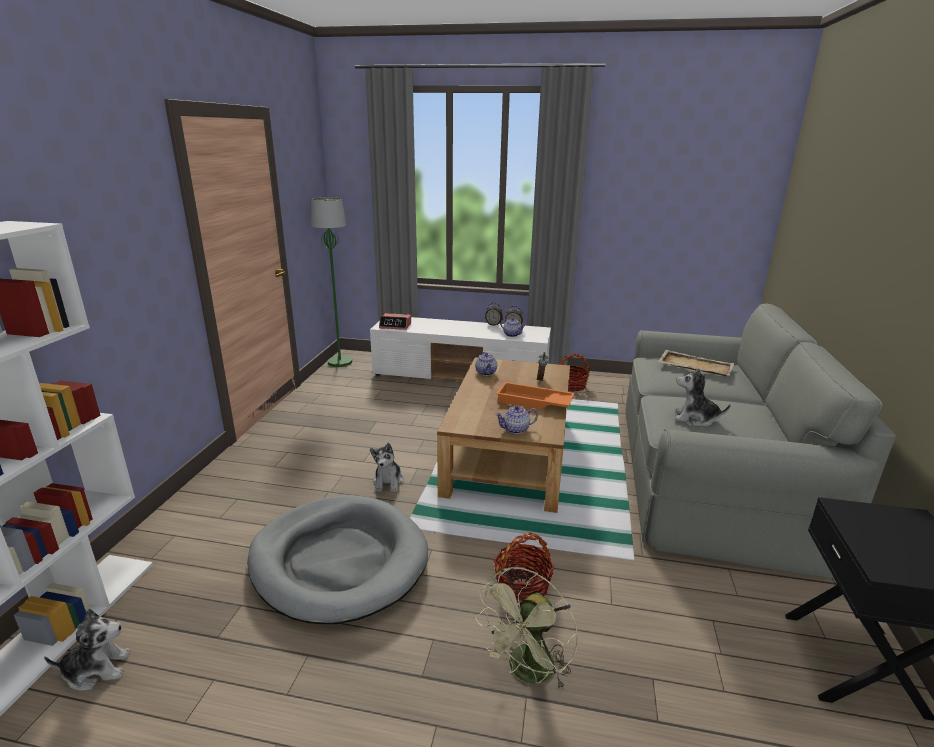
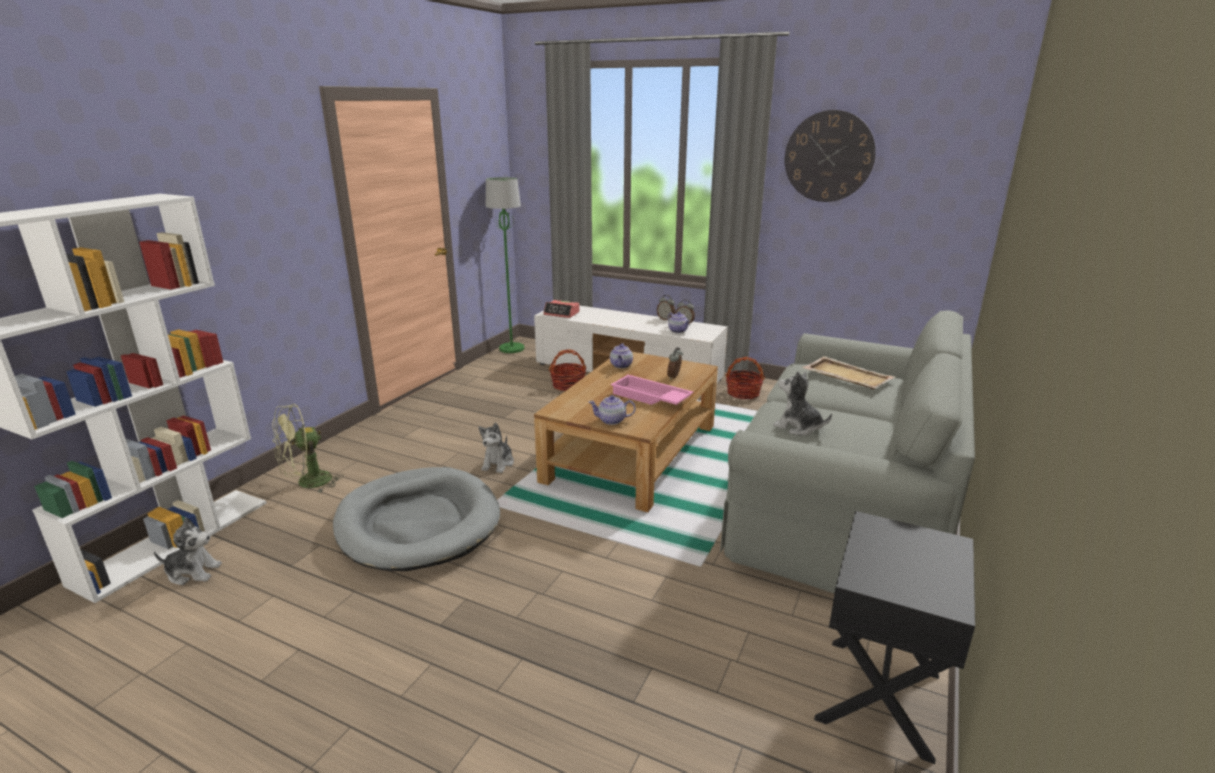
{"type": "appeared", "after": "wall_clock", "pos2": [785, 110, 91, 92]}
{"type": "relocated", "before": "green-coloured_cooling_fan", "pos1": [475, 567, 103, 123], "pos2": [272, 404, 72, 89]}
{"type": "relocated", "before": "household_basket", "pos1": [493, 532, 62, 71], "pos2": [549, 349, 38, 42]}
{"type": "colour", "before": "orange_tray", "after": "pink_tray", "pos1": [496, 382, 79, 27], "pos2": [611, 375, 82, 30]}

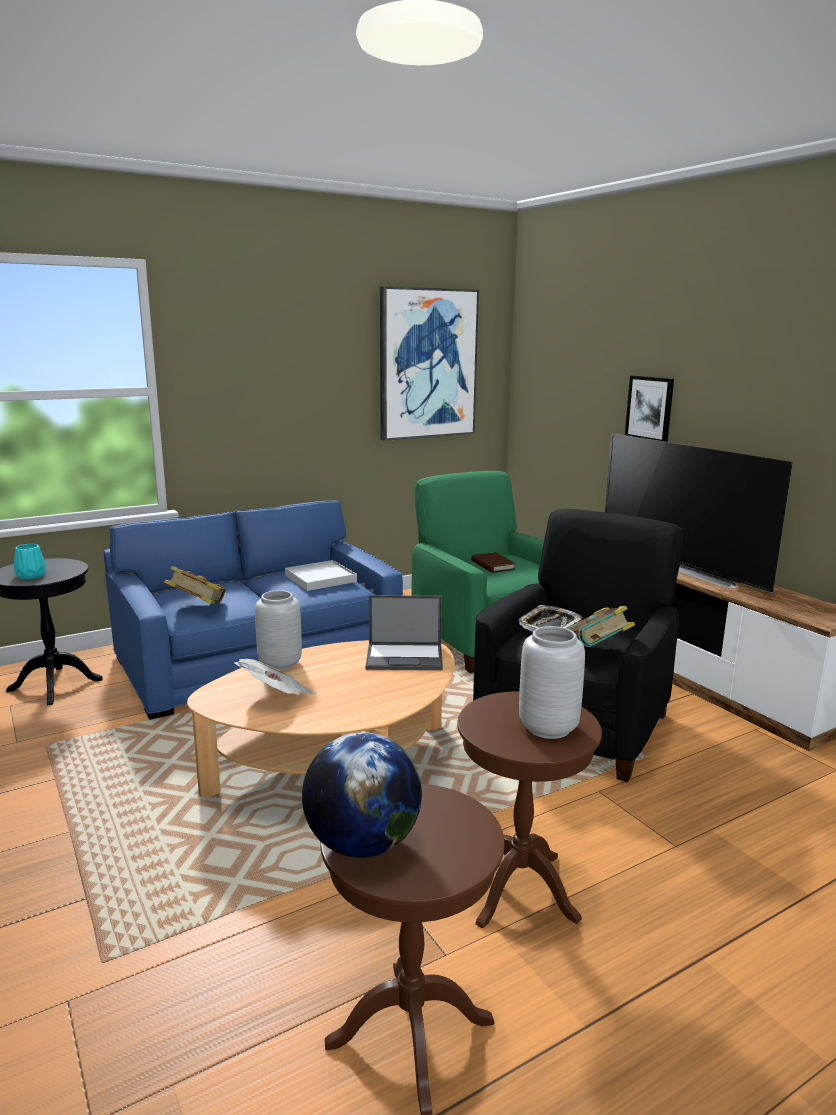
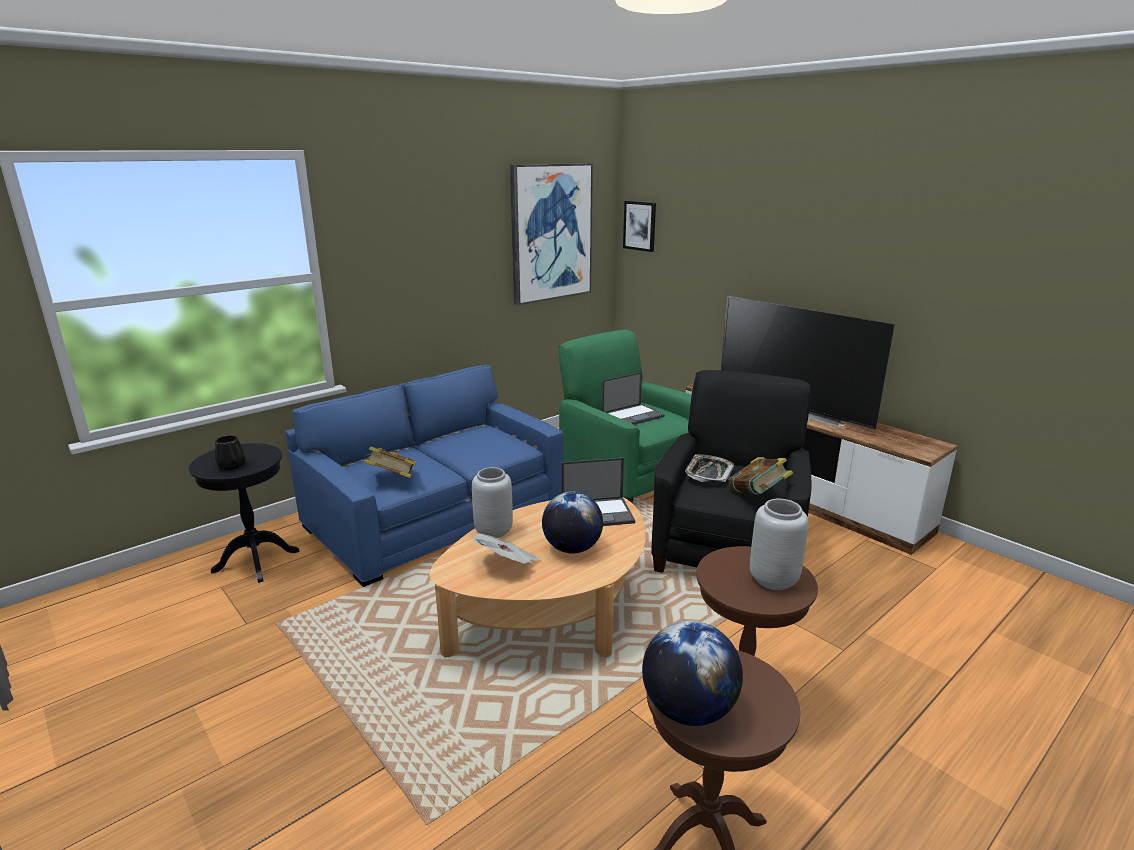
{"type": "missing", "before": "white_tray", "pos1": [285, 560, 72, 31]}
{"type": "appeared", "after": "globe", "pos2": [542, 492, 61, 62]}
{"type": "relocated", "before": "wall_picture", "pos1": [625, 375, 49, 67], "pos2": [623, 201, 33, 51]}
{"type": "exchanged", "before": "brown_volume", "after": "portable_computer", "pos1": [471, 552, 45, 21], "pos2": [602, 372, 63, 53]}
{"type": "colour", "before": "turquoise_decorative_vase", "after": "blackish_decorative_vase", "pos1": [14, 544, 32, 35], "pos2": [215, 436, 31, 34]}

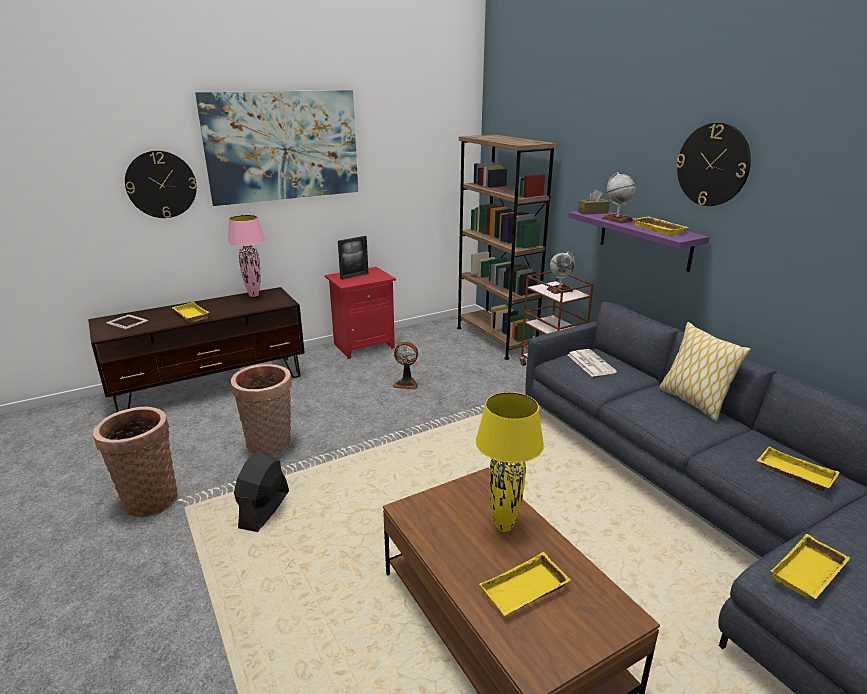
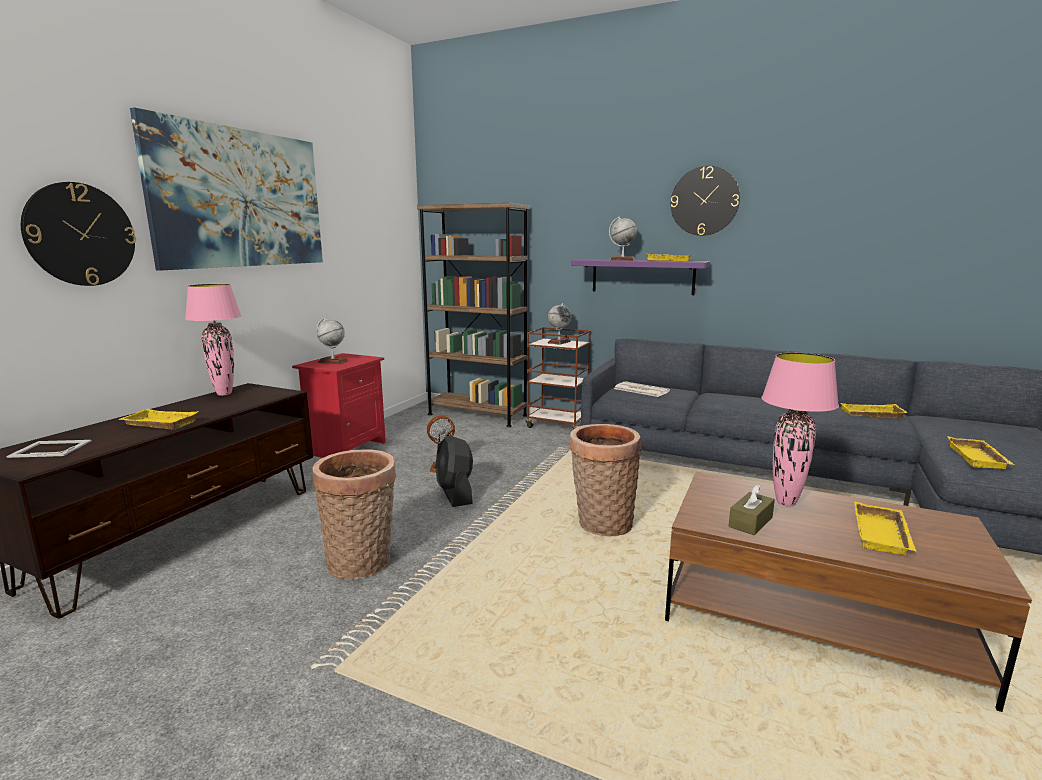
{"type": "missing", "before": "pillow", "pos1": [659, 322, 92, 99]}
{"type": "relocated", "before": "household_basket", "pos1": [93, 407, 85, 110], "pos2": [569, 424, 73, 113]}
{"type": "relocated", "before": "blackish_cooling_fan", "pos1": [234, 452, 55, 80], "pos2": [436, 435, 37, 72]}
{"type": "relocated", "before": "brown_box_of_tissues", "pos1": [578, 189, 32, 26], "pos2": [729, 484, 46, 51]}
{"type": "exchanged", "before": "standing_frame", "after": "globe", "pos1": [338, 236, 30, 44], "pos2": [317, 318, 31, 46]}
{"type": "colour", "before": "yellow_tabletop_lamp", "after": "pink_tabletop_lamp", "pos1": [475, 392, 69, 140], "pos2": [761, 353, 78, 153]}

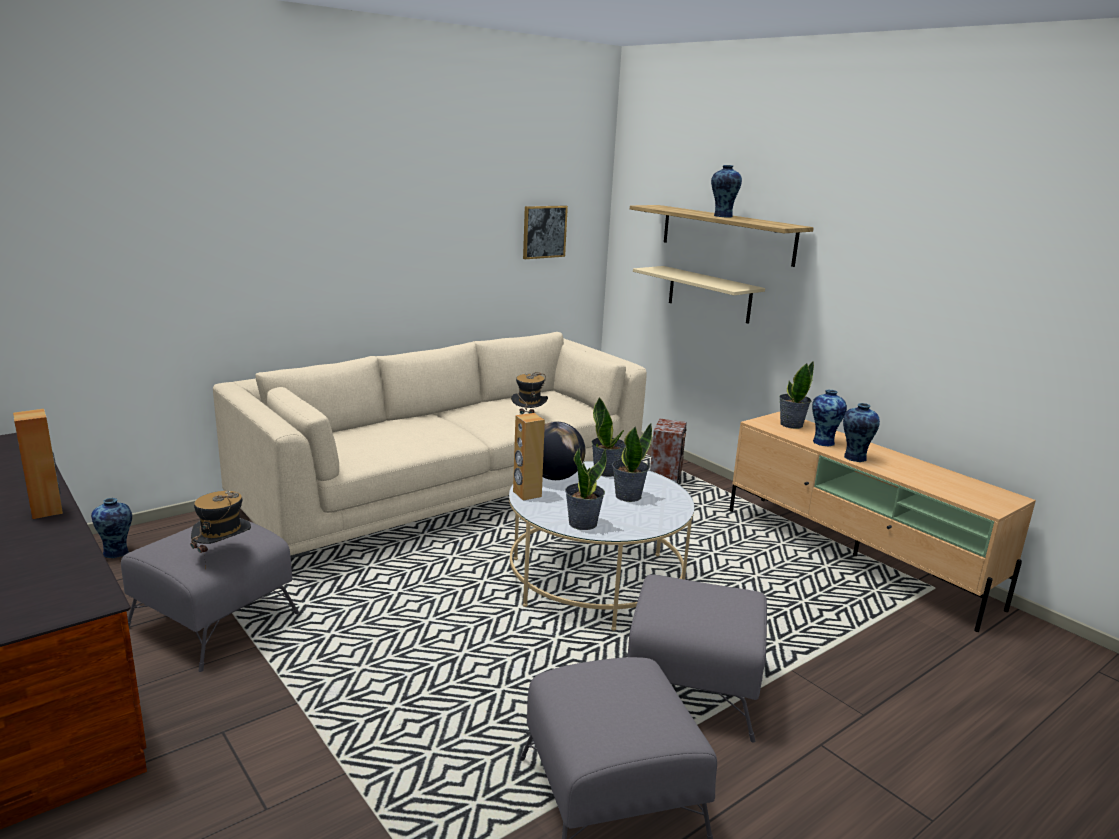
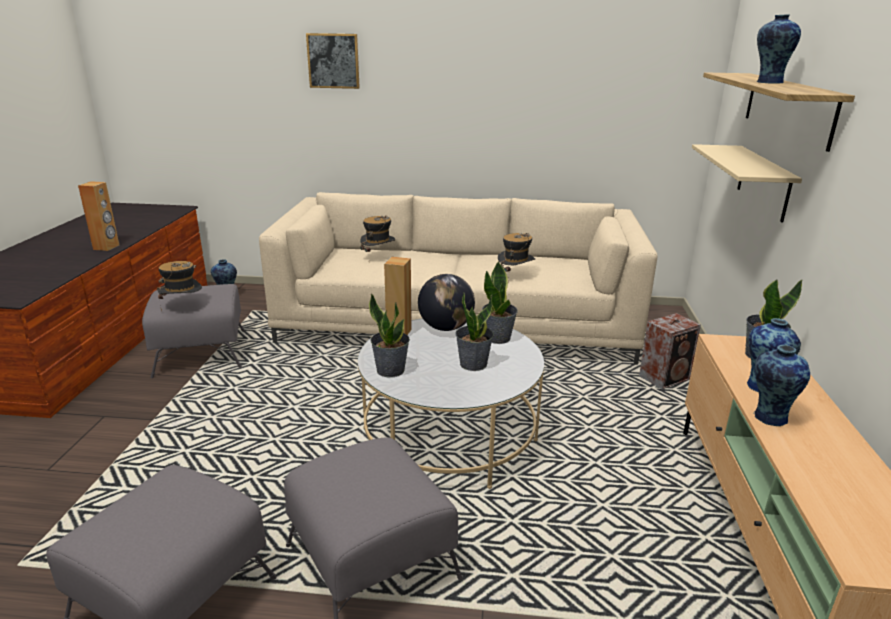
{"type": "appeared", "after": "wearable_hat", "pos2": [360, 215, 35, 37]}
{"type": "relocated", "before": "wall_picture", "pos1": [523, 206, 45, 53], "pos2": [306, 33, 54, 56]}

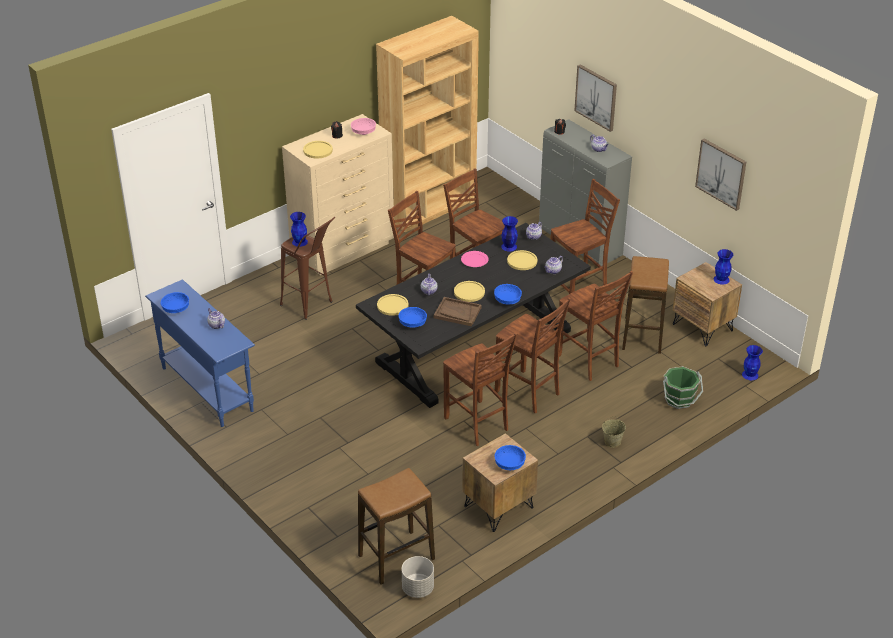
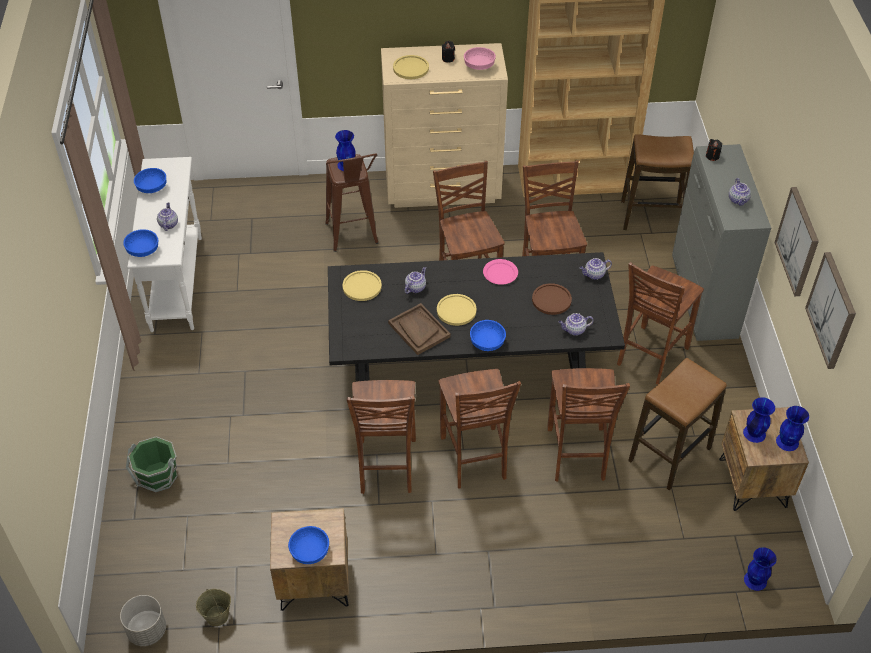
{"type": "relocated", "before": "stool_seat", "pos1": [358, 468, 77, 117], "pos2": [621, 134, 73, 96]}
{"type": "relocated", "before": "blue_deep_dish", "pos1": [398, 307, 29, 21], "pos2": [123, 229, 35, 28]}
{"type": "relocated", "before": "blue_decorative_vase", "pos1": [501, 216, 17, 35], "pos2": [743, 397, 32, 46]}
{"type": "relocated", "before": "wall_picture", "pos1": [574, 65, 43, 67], "pos2": [774, 187, 45, 109]}
{"type": "relocated", "before": "beige-coloured_pail", "pos1": [602, 416, 24, 32], "pos2": [196, 589, 35, 37]}
{"type": "relocated", "before": "green-coloured_pail", "pos1": [663, 366, 40, 43], "pos2": [126, 436, 51, 57]}
{"type": "colour", "before": "blue_narrow_table", "after": "white_narrow_table", "pos1": [145, 279, 110, 148], "pos2": [127, 157, 75, 175]}
{"type": "colour", "before": "yellow_dinner_plate", "after": "brown_dinner_plate", "pos1": [507, 250, 30, 20], "pos2": [532, 283, 40, 32]}
{"type": "spun", "before": "brown_upright_chair", "pos1": [550, 179, 70, 115], "pos2": [617, 262, 87, 122], "turn": 120}

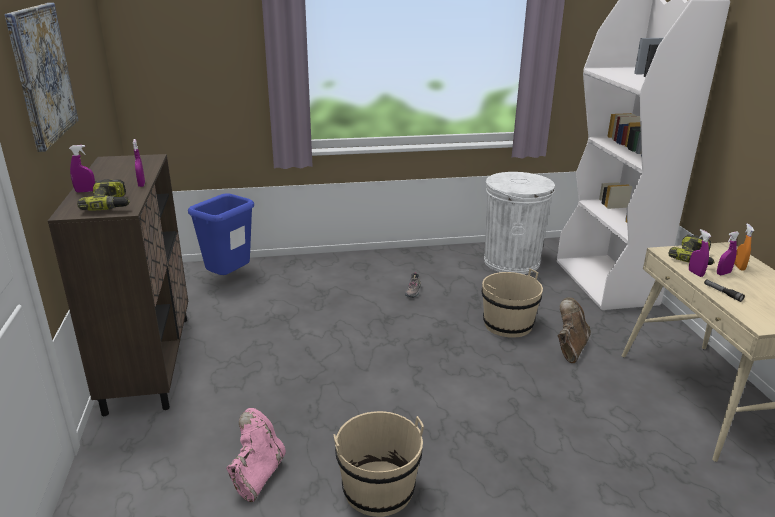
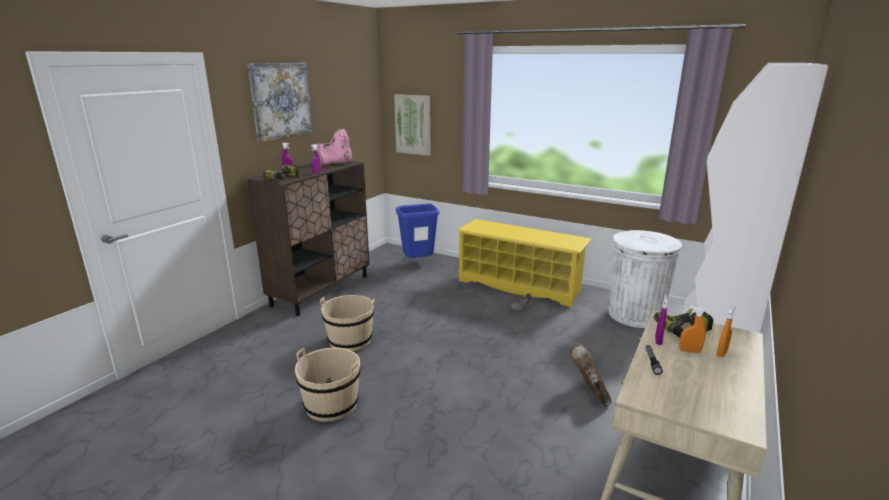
{"type": "appeared", "after": "wall_picture", "pos2": [394, 94, 36, 62]}
{"type": "appeared", "after": "yellow_shoe_stand", "pos2": [456, 219, 136, 88]}
{"type": "relocated", "before": "pink_high-top_boot", "pos1": [226, 408, 60, 94], "pos2": [317, 129, 35, 37]}
{"type": "relocated", "before": "beige-coloured_pail", "pos1": [482, 269, 61, 69], "pos2": [320, 295, 54, 56]}
{"type": "colour", "before": "purplish_hand_sprayer", "after": "orange_hand_sprayer", "pos1": [717, 231, 23, 44], "pos2": [680, 306, 26, 47]}
{"type": "spun", "before": "brown_high-top_boot", "pos1": [558, 297, 33, 66], "pos2": [570, 344, 41, 62], "turn": -75}

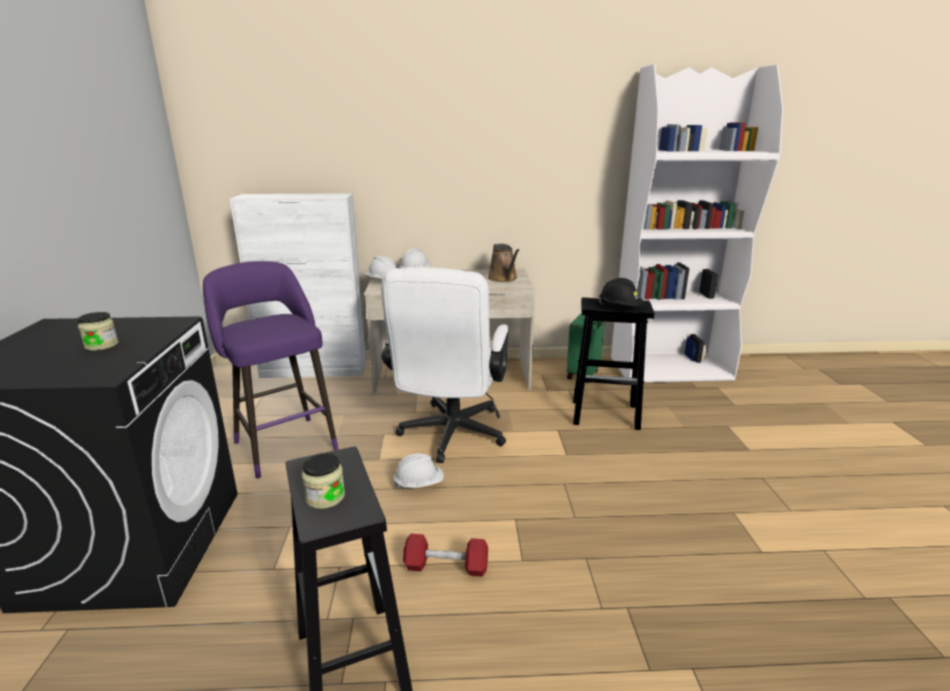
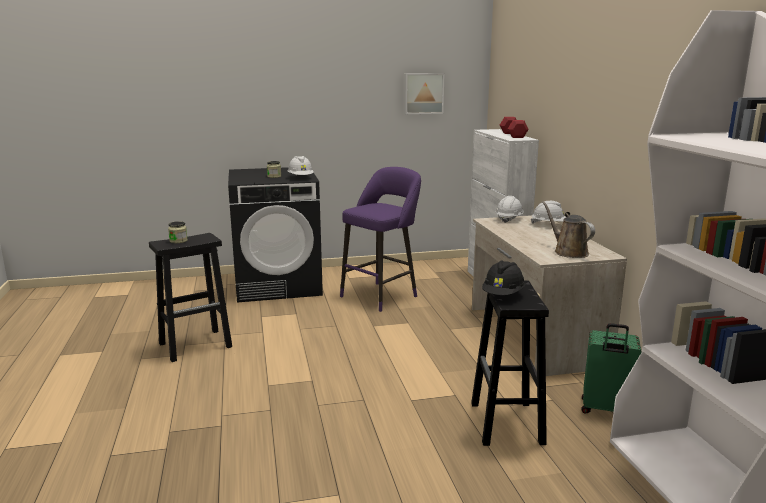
{"type": "missing", "before": "white_desk_chair", "pos1": [381, 268, 128, 195]}
{"type": "appeared", "after": "wall_picture", "pos2": [404, 73, 41, 41]}
{"type": "relocated", "before": "white_work_helmet", "pos1": [393, 453, 51, 35], "pos2": [288, 156, 26, 20]}
{"type": "relocated", "before": "reddish_dumbbell", "pos1": [403, 534, 85, 43], "pos2": [500, 117, 29, 21]}
{"type": "spun", "before": "brown_watering_pot", "pos1": [488, 243, 31, 39], "pos2": [542, 201, 53, 57], "turn": 90}

